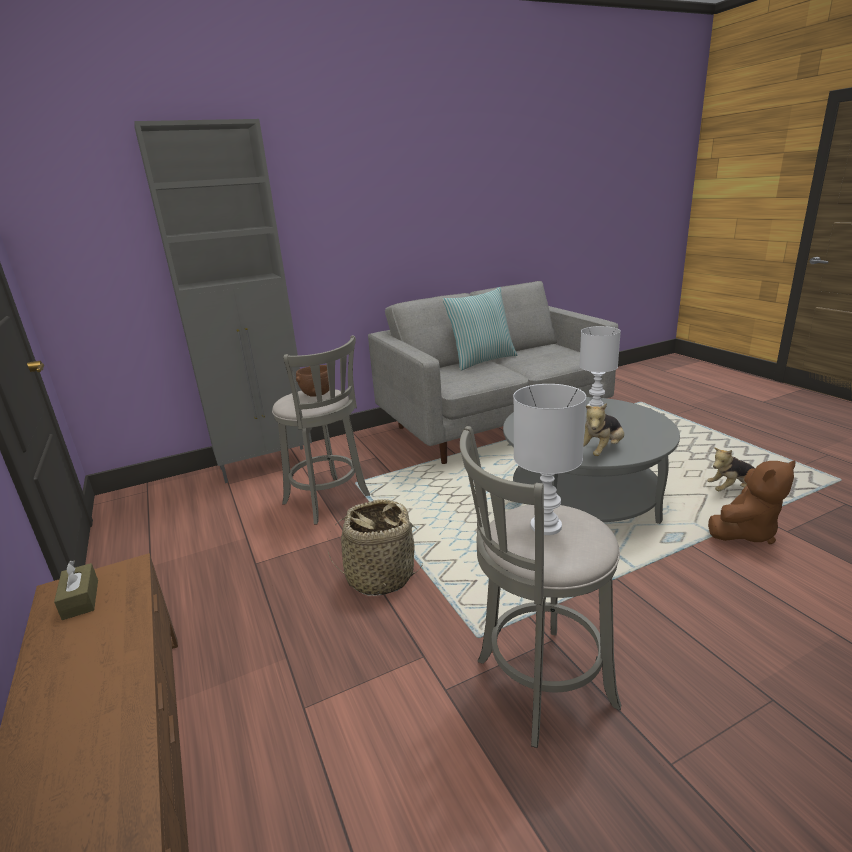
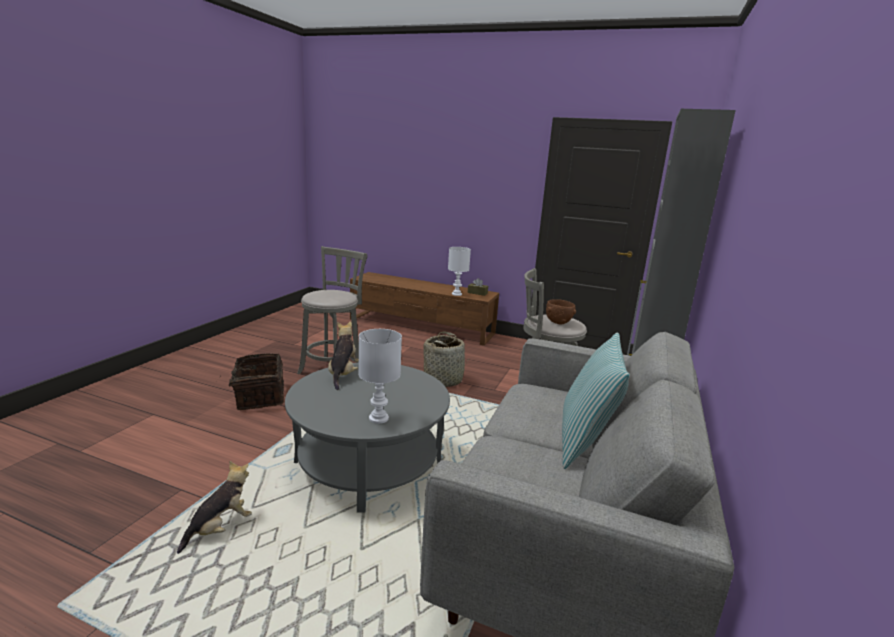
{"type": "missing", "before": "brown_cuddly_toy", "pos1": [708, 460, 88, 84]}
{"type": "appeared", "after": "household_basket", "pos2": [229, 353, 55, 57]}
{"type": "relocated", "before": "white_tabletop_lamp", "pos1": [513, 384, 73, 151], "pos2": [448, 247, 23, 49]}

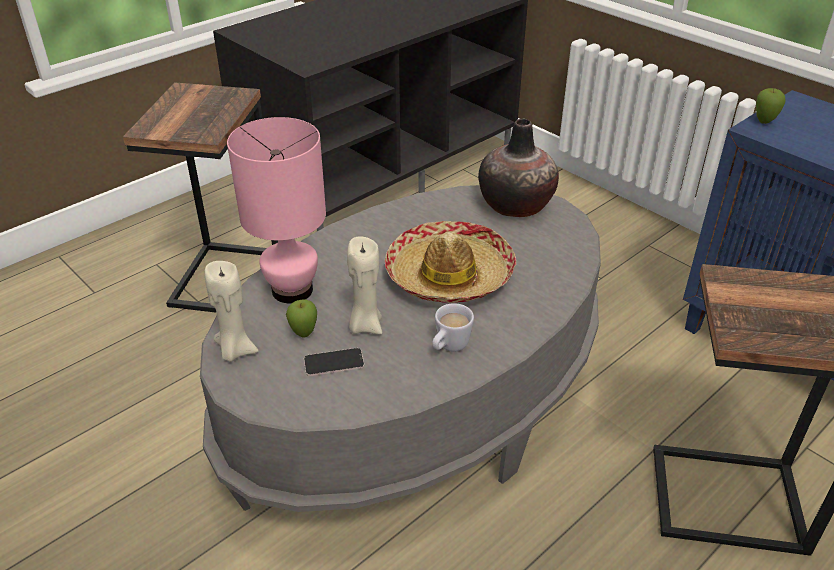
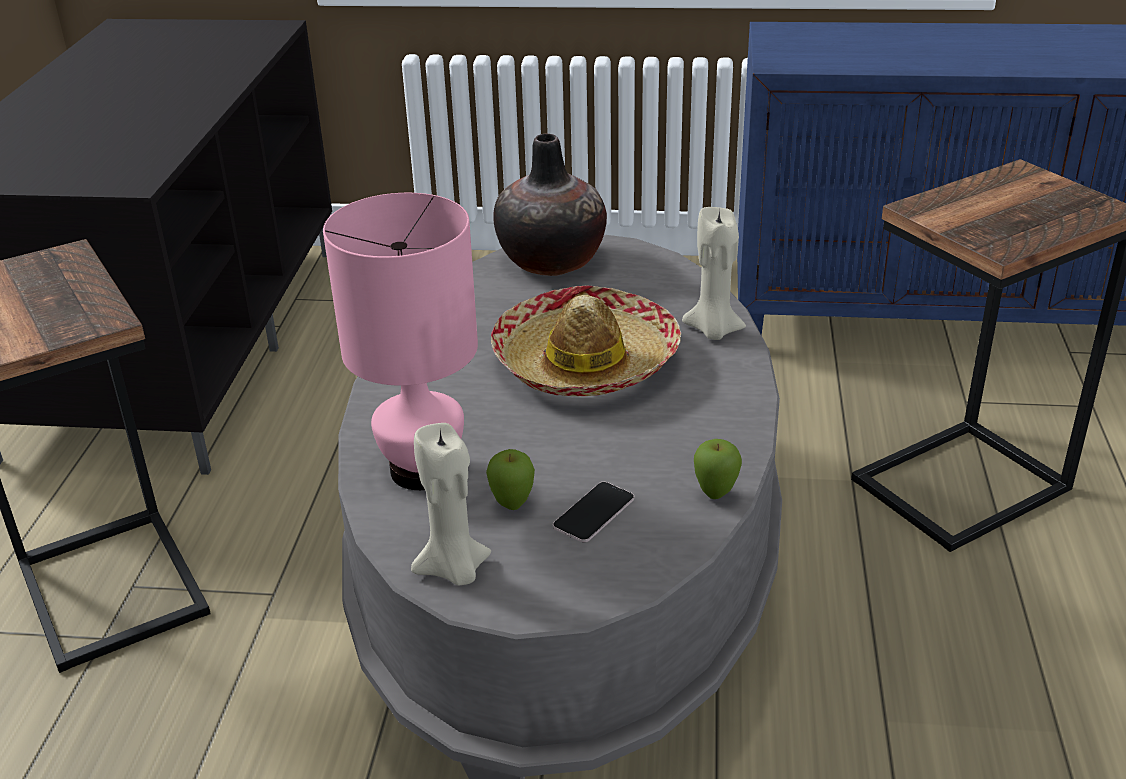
{"type": "missing", "before": "white_mug", "pos1": [432, 303, 42, 49]}
{"type": "relocated", "before": "beige-coloured_candle", "pos1": [347, 236, 35, 98], "pos2": [682, 207, 64, 133]}
{"type": "relocated", "before": "apple_fruit", "pos1": [756, 88, 30, 36], "pos2": [694, 439, 48, 60]}

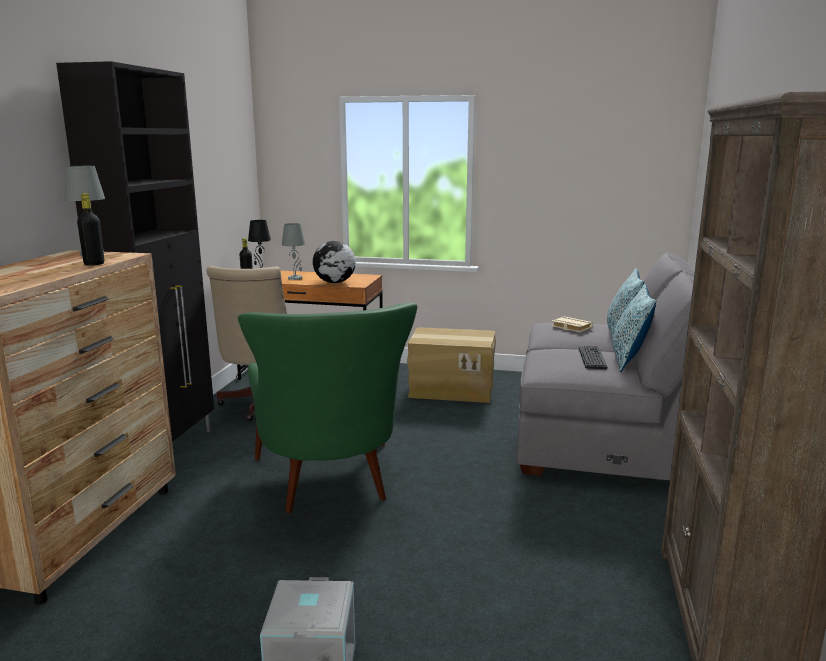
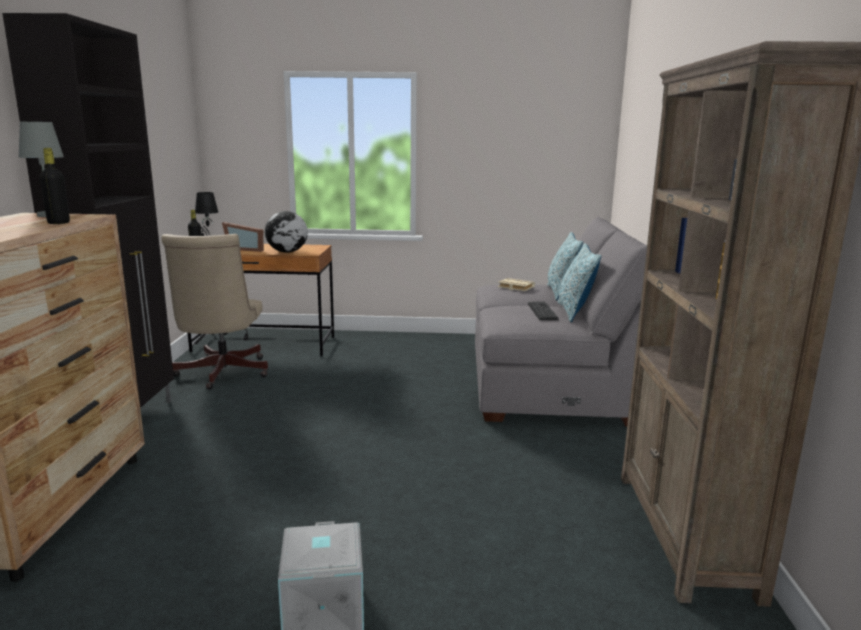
{"type": "missing", "before": "green-coloured_armchair", "pos1": [238, 303, 180, 210]}
{"type": "missing", "before": "carton", "pos1": [407, 327, 89, 76]}
{"type": "exchanged", "before": "grey_tabletop_lamp", "after": "standing_frame", "pos1": [282, 223, 23, 57], "pos2": [222, 222, 42, 30]}

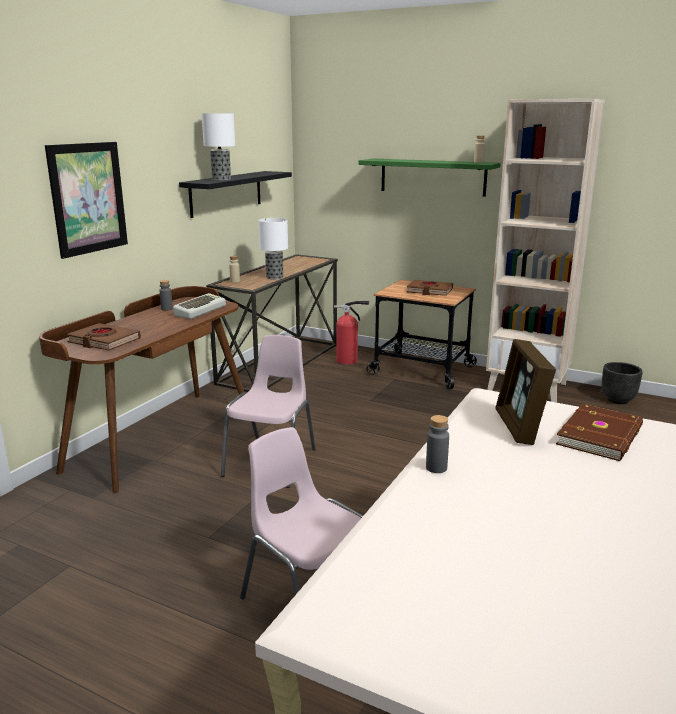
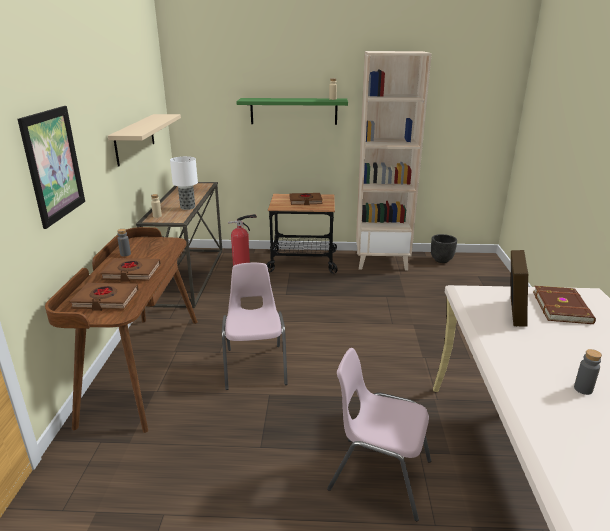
{"type": "missing", "before": "keyboard", "pos1": [173, 293, 53, 26]}
{"type": "missing", "before": "tabletop_lamp", "pos1": [202, 113, 33, 67]}
{"type": "appeared", "after": "brown_volume", "pos2": [100, 258, 61, 24]}
{"type": "relocated", "before": "grey_drink_bottle", "pos1": [426, 415, 23, 58], "pos2": [574, 349, 28, 46]}
{"type": "colour", "before": "blackish_wall_shelf", "after": "beige-coloured_wall_shelf", "pos1": [179, 171, 113, 47], "pos2": [108, 114, 73, 52]}
{"type": "spun", "before": "standing_frame", "pos1": [495, 339, 61, 106], "pos2": [511, 250, 17, 77], "turn": -135}

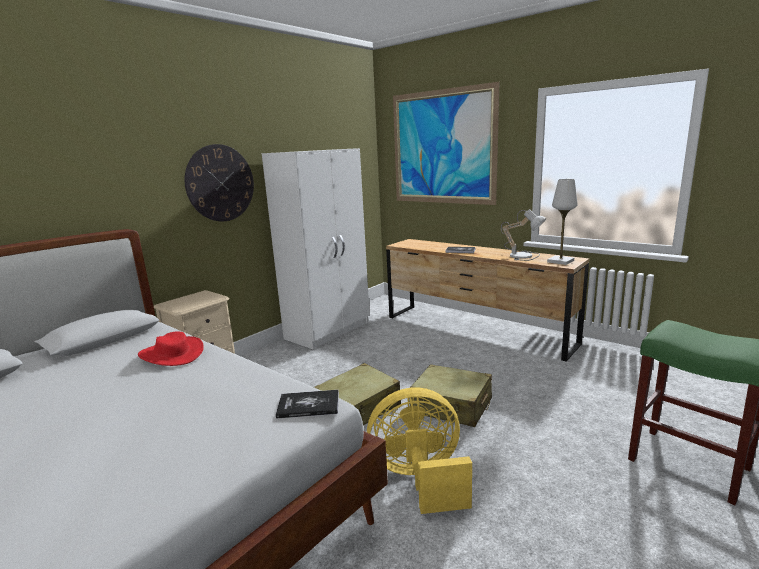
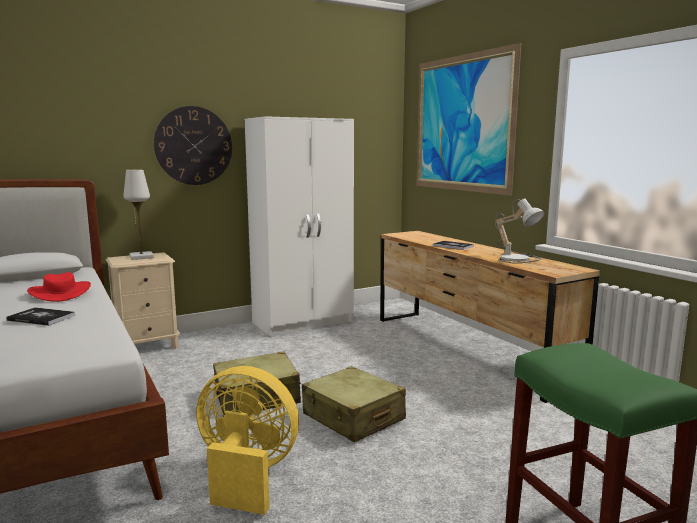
{"type": "relocated", "before": "volume", "pos1": [276, 390, 63, 29], "pos2": [6, 307, 70, 19]}
{"type": "relocated", "before": "white_tabletop_lamp", "pos1": [547, 179, 30, 86], "pos2": [123, 170, 31, 90]}

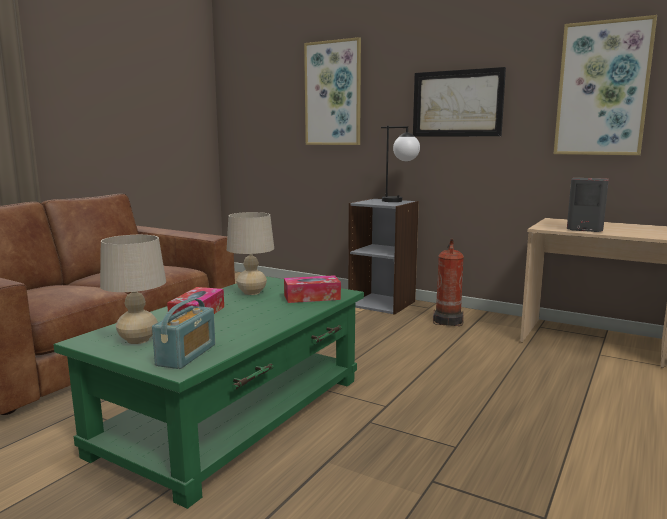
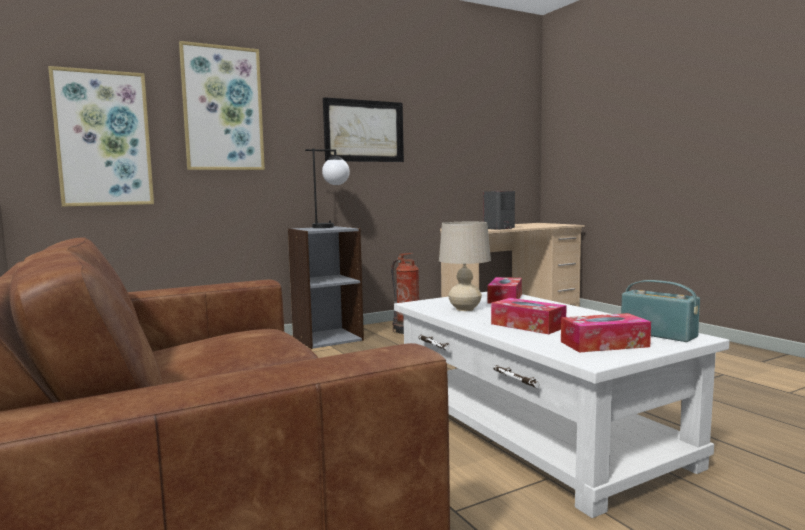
{"type": "relocated", "before": "wall_picture", "pos1": [554, 15, 103, 140], "pos2": [48, 66, 106, 141]}
{"type": "exchanged", "before": "beige-coloured_tabletop_lamp", "after": "box_of_tissues", "pos1": [100, 235, 66, 109], "pos2": [561, 313, 90, 40]}
{"type": "colour", "before": "green-coloured_coffee_table", "after": "white_coffee_table", "pos1": [54, 276, 310, 233], "pos2": [394, 292, 336, 226]}

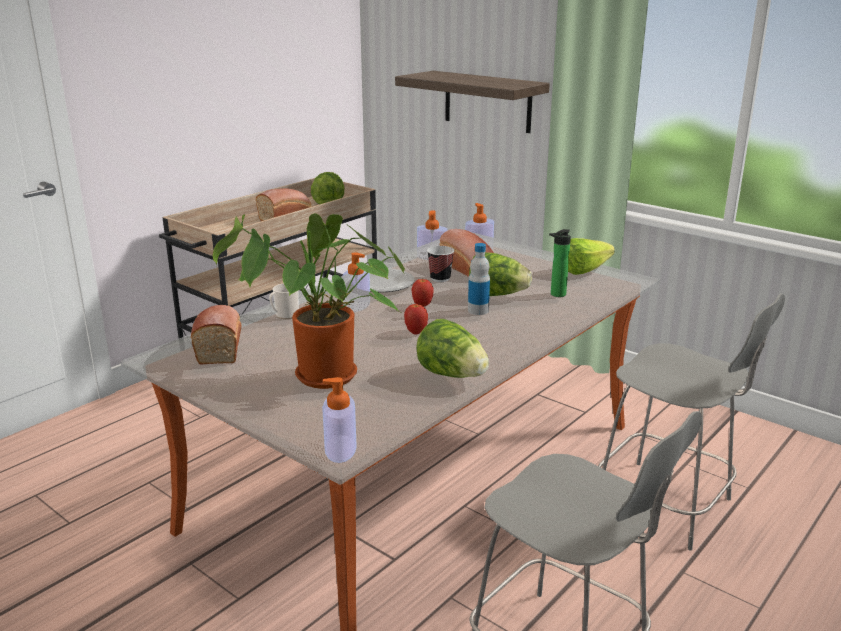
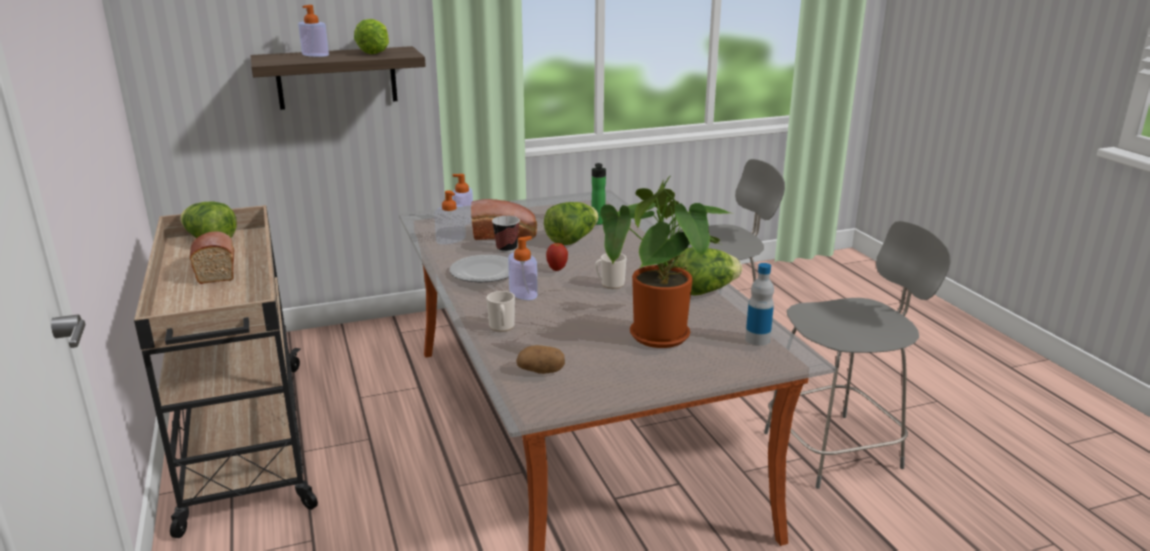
{"type": "relocated", "before": "liquid_soap_bottle", "pos1": [322, 377, 35, 86], "pos2": [298, 5, 31, 52]}
{"type": "relocated", "before": "drink_bottle", "pos1": [468, 243, 22, 72], "pos2": [745, 263, 29, 83]}
{"type": "relocated", "before": "head_of_lettuce", "pos1": [568, 238, 47, 37], "pos2": [354, 19, 35, 35]}
{"type": "exchanged", "before": "bakery_bread", "after": "whole_potato", "pos1": [191, 305, 50, 60], "pos2": [516, 345, 49, 29]}
{"type": "exchanged", "before": "apple_fruit", "after": "mug", "pos1": [404, 304, 24, 30], "pos2": [595, 253, 31, 36]}

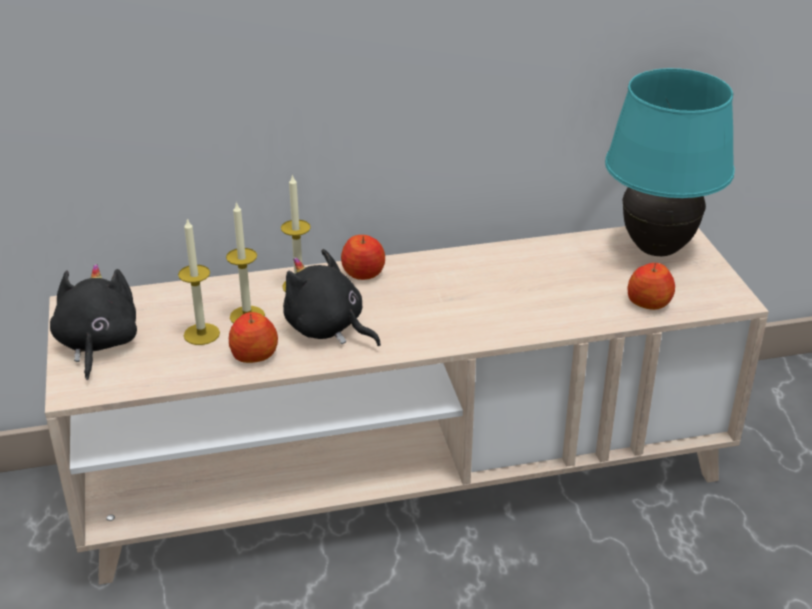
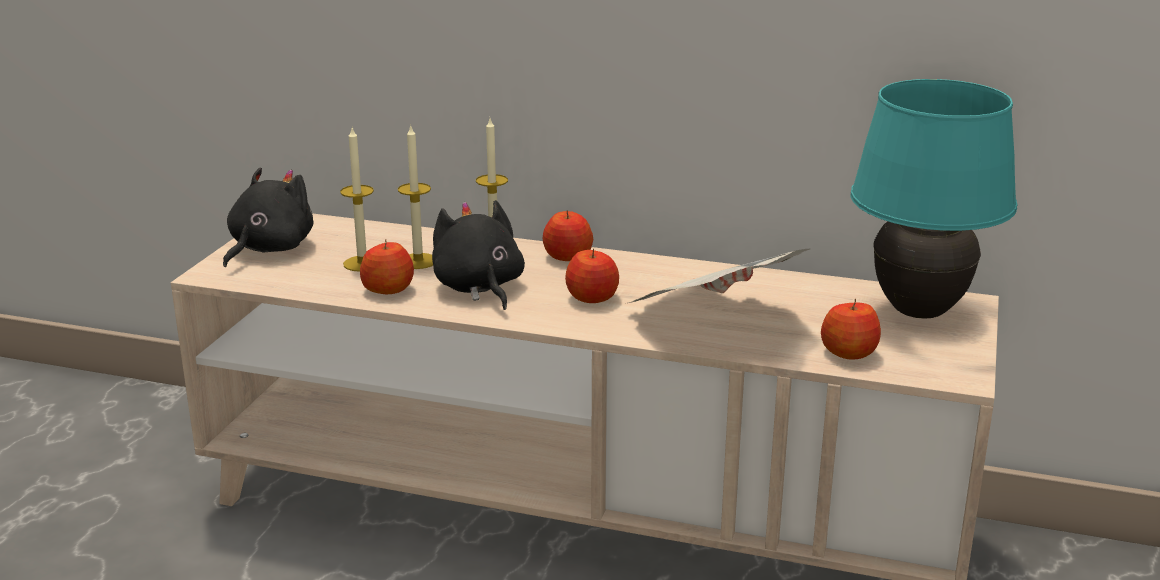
{"type": "appeared", "after": "apple_fruit", "pos2": [565, 249, 54, 54]}
{"type": "appeared", "after": "newspaper", "pos2": [629, 249, 181, 54]}

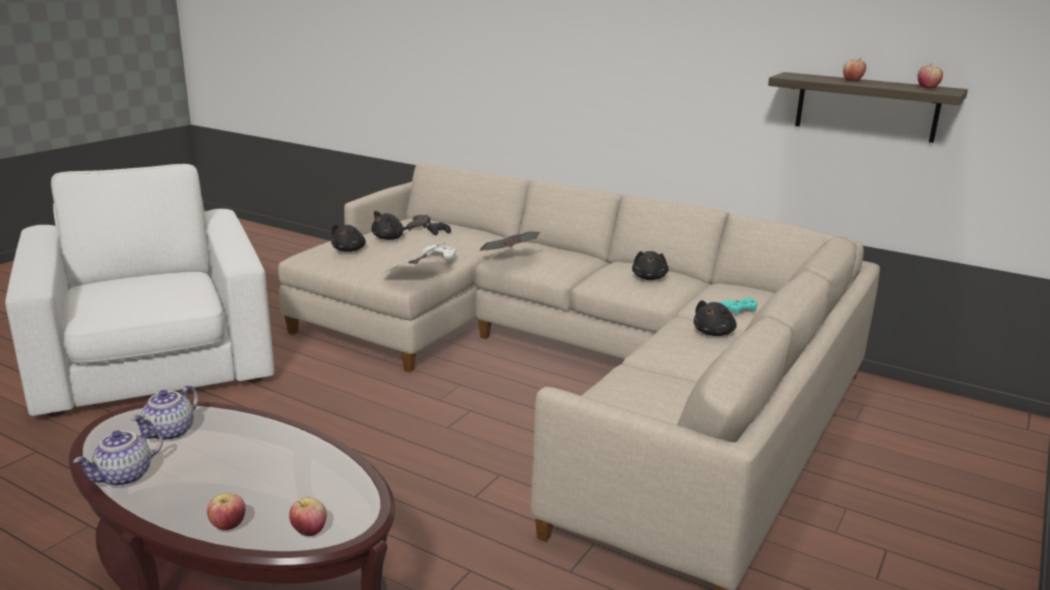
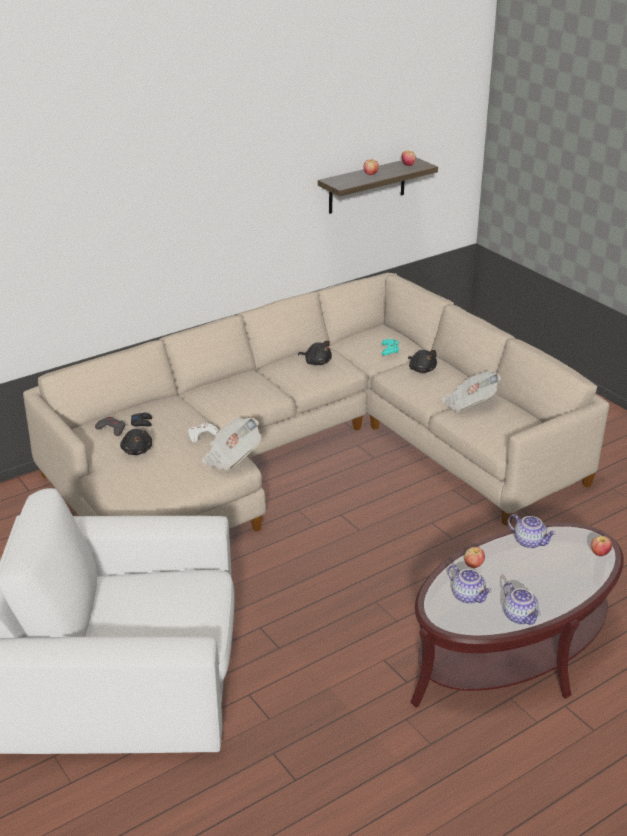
{"type": "missing", "before": "blackish_cuddly_toy", "pos1": [331, 224, 35, 28]}
{"type": "appeared", "after": "pot_for_tea", "pos2": [507, 514, 49, 35]}
{"type": "relocated", "before": "apple_fruit", "pos1": [207, 493, 38, 37], "pos2": [464, 547, 21, 21]}
{"type": "relocated", "before": "newspaper", "pos1": [479, 231, 62, 20], "pos2": [441, 371, 60, 41]}

